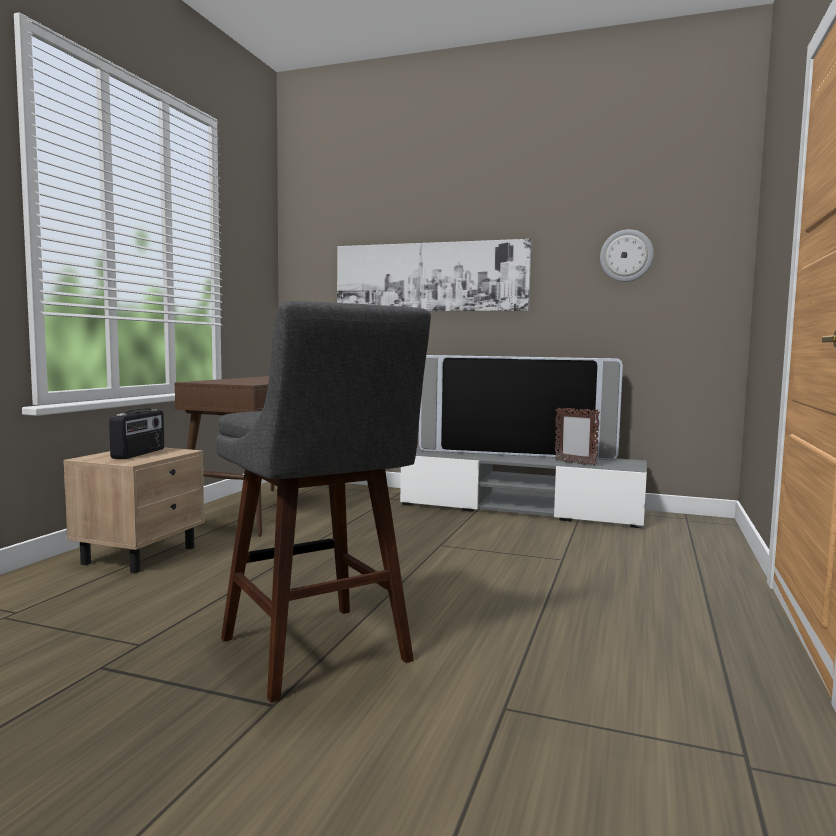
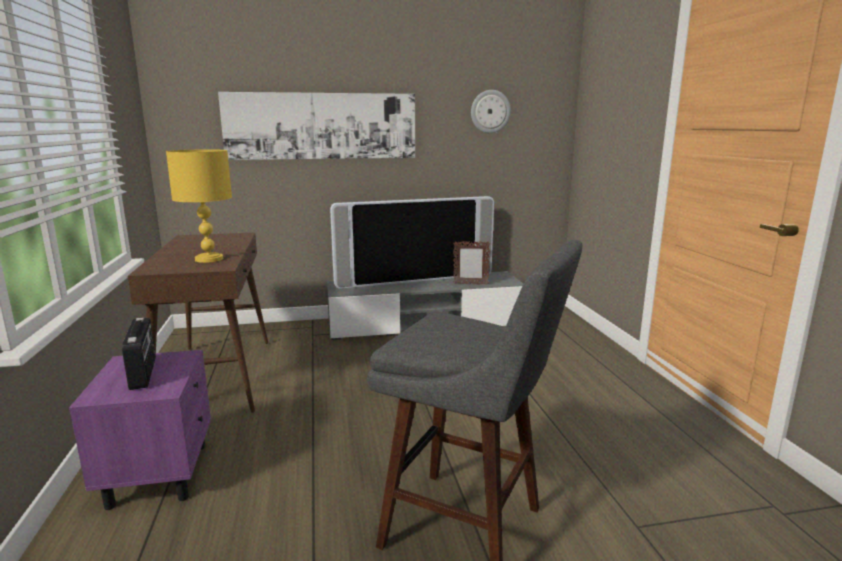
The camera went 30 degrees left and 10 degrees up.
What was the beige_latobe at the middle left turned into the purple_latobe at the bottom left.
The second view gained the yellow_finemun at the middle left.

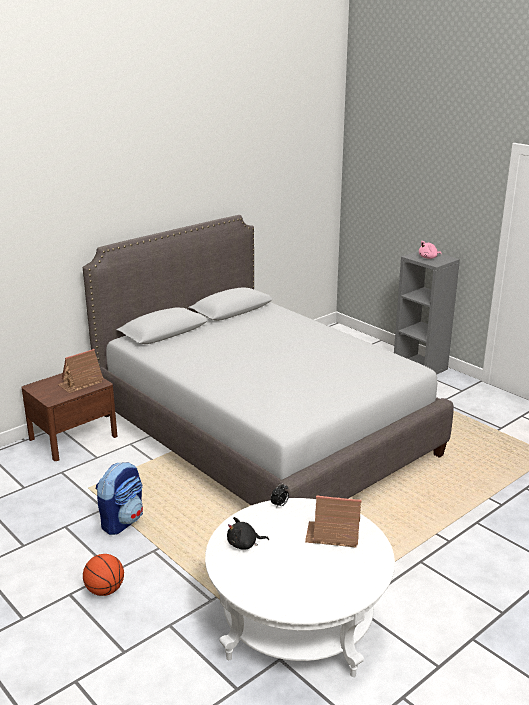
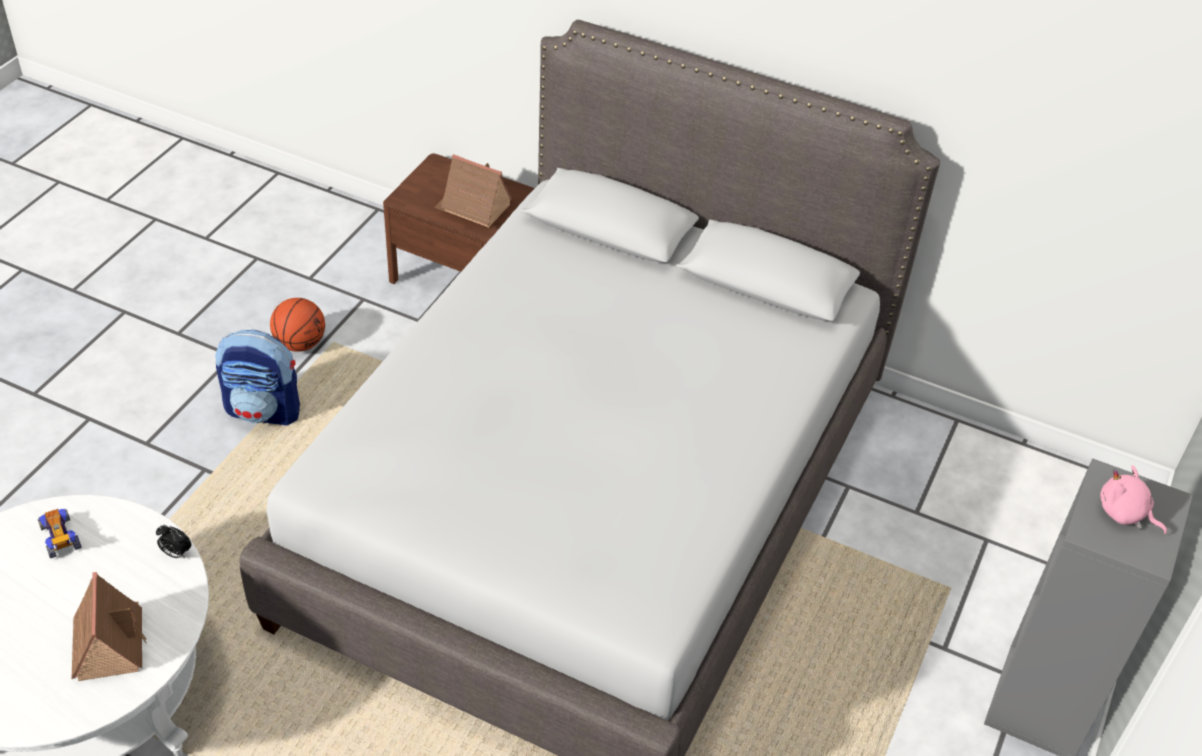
The camera went 65 degrees right and 20 degrees up.
Where the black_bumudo stood at the bottom centre, the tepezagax came to stand at the bottom left.
The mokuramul ended up elsewhere, having gone from the bottom left to the middle left.

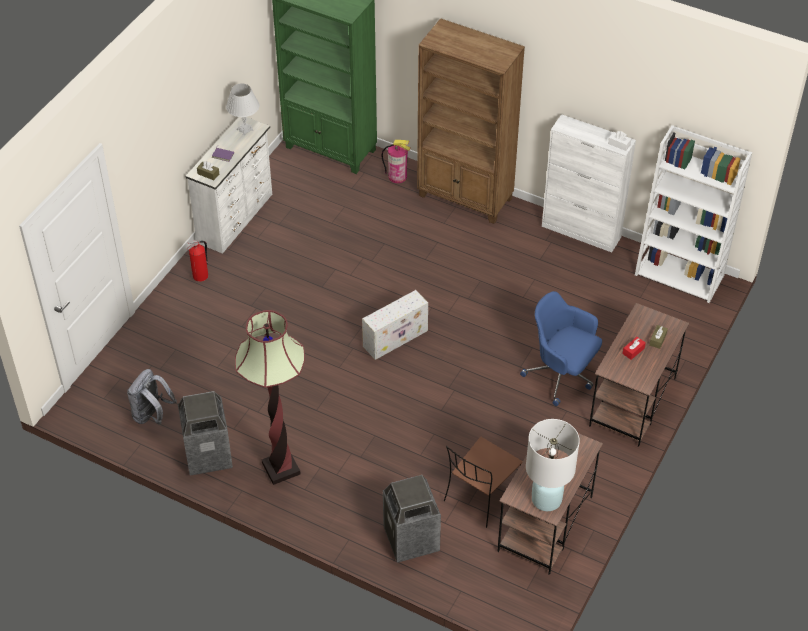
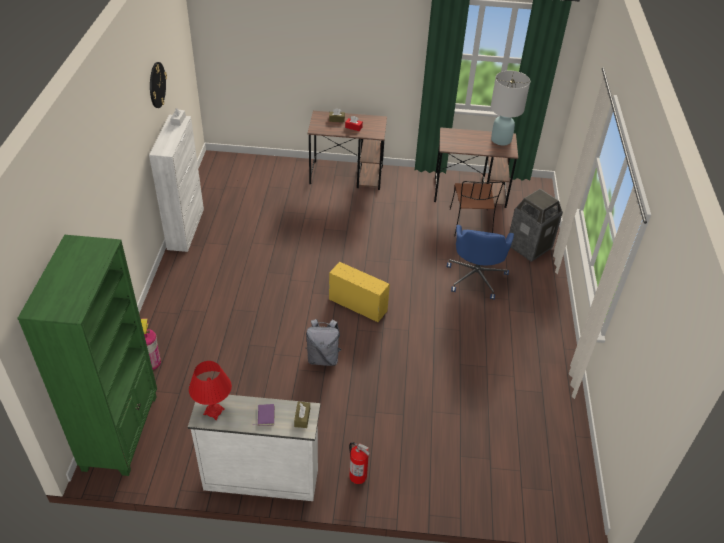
The camera went 115 degrees left and 5 degrees down.
The second view lost the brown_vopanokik at the top centre.
What was the white_finemun (1st from left) at the top left turned into the red_finemun at the bottom left.
The second view lost the white_vopanokik at the middle right.
What was the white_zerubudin at the centre turned into the yellow_zerubudin at the centre.
The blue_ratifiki ended up elsewhere, having gone from the middle right to the centre.
The second view lost the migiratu at the centre.
The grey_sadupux ended up elsewhere, having gone from the middle left to the centre.
The second view lost the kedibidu (1st from left) at the bottom left.
The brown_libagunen at the bottom centre ended up facing another way, 75 degrees clockwise from before.
The second view gained the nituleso at the top left.

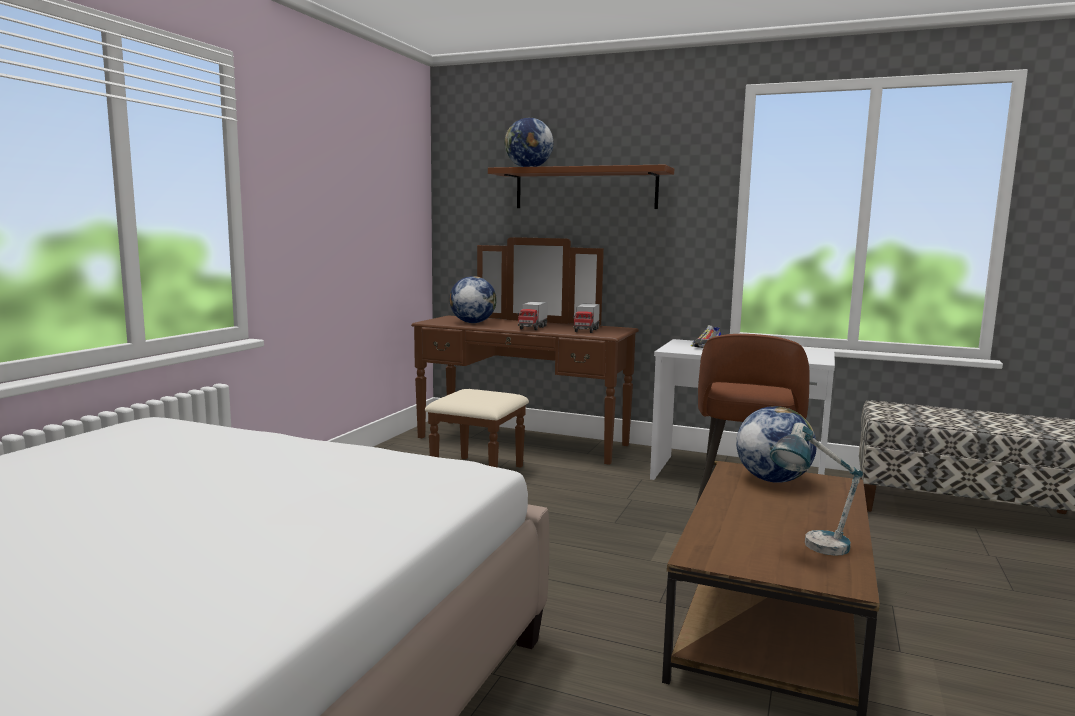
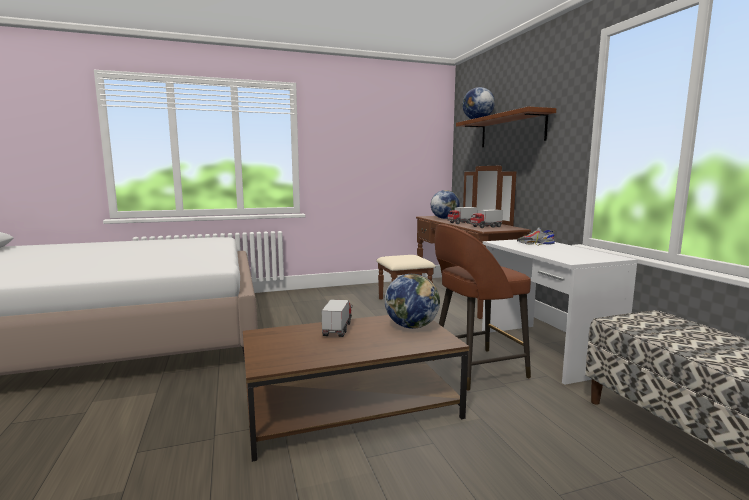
The camera went 50 degrees right and 0 degrees up.
The second view lost the finemun at the bottom right.
The second view gained the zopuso (1st from left) at the centre.

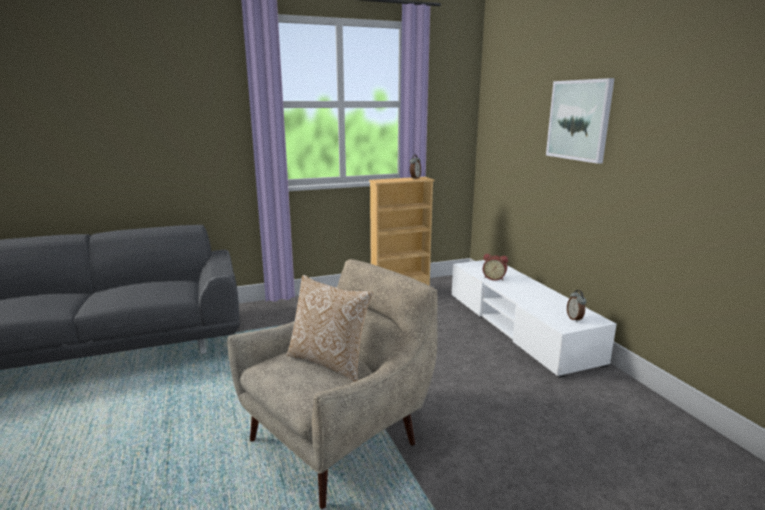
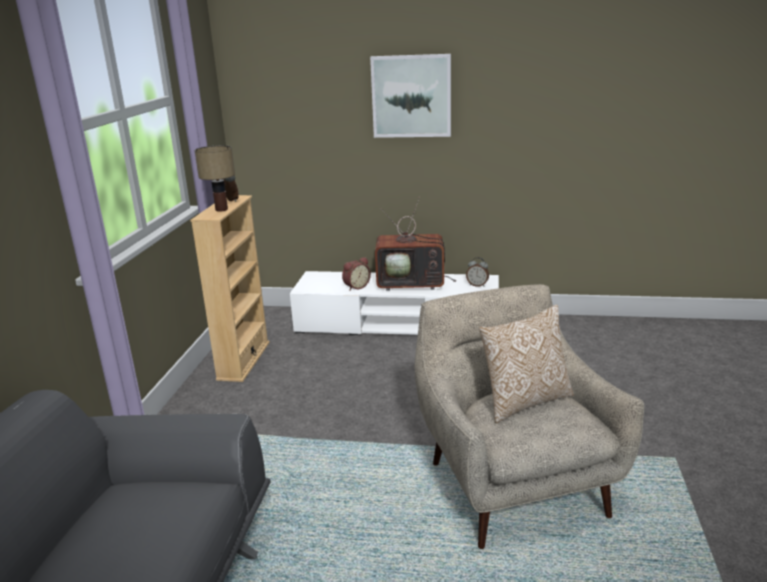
The camera went 60 degrees left and 5 degrees up.
The second view gained the finemun at the top left.
The second view gained the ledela at the centre.

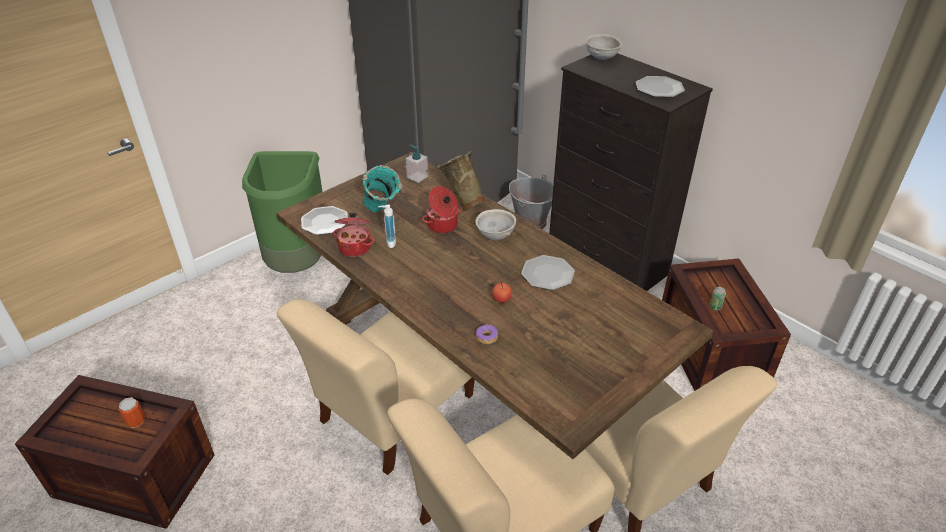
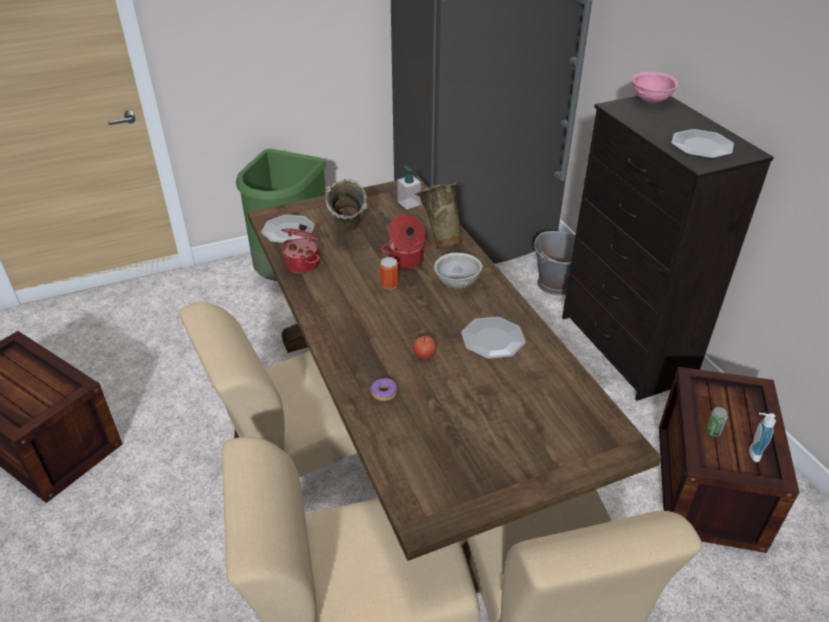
The camera went 20 degrees right and 0 degrees up.
What was the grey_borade (2nd from left) at the top centre turned into the pink_borade at the top right.
What was the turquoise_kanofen at the centre turned into the beige_kanofen (1st from left) at the top centre.
The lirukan (1st from left in the first image) ended up elsewhere, having gone from the centre to the bottom right.
The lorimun (1st from left) ended up elsewhere, having gone from the bottom left to the centre.

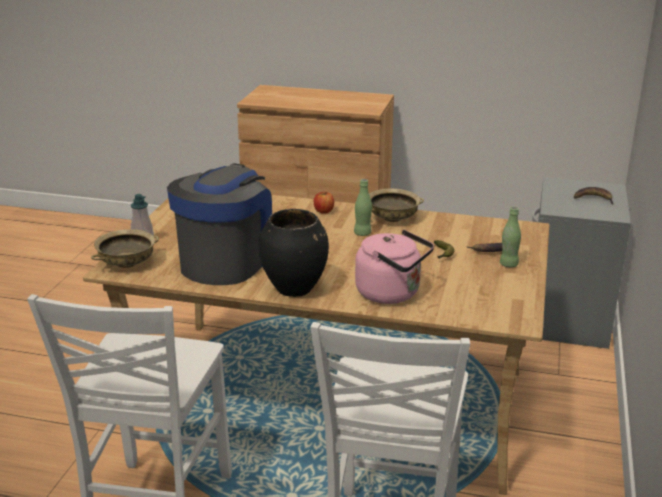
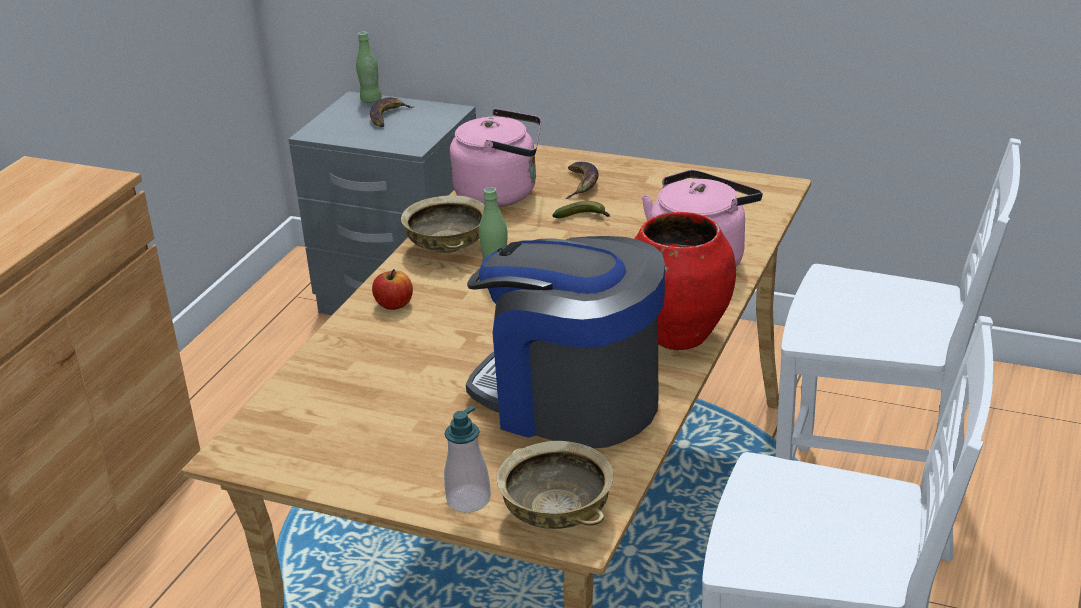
The camera went 80 degrees left and 5 degrees up.
The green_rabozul (2nd from left in the first image) ended up elsewhere, having gone from the middle right to the top centre.
What was the black_kanofen at the centre turned into the red_kanofen at the centre.
The second view gained the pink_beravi (1st from left) at the top centre.

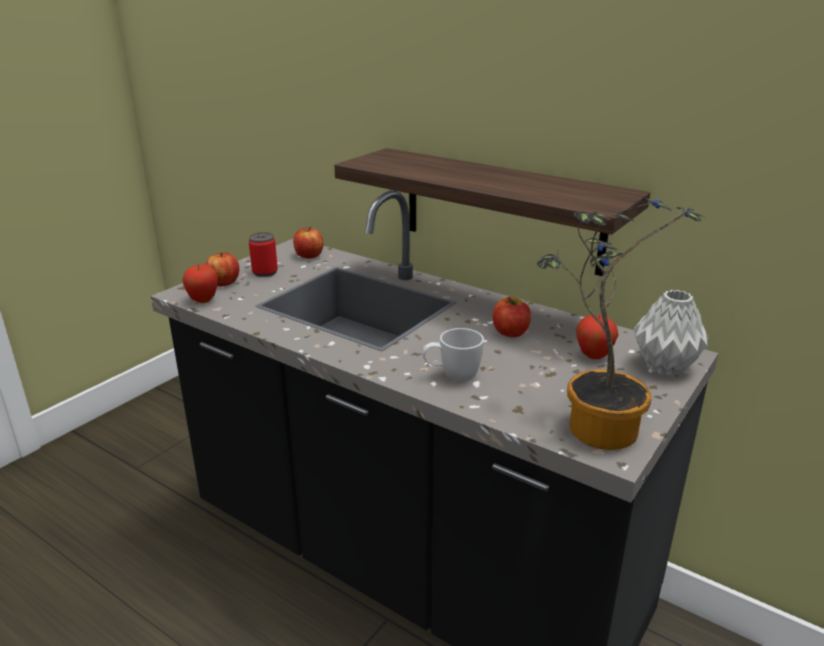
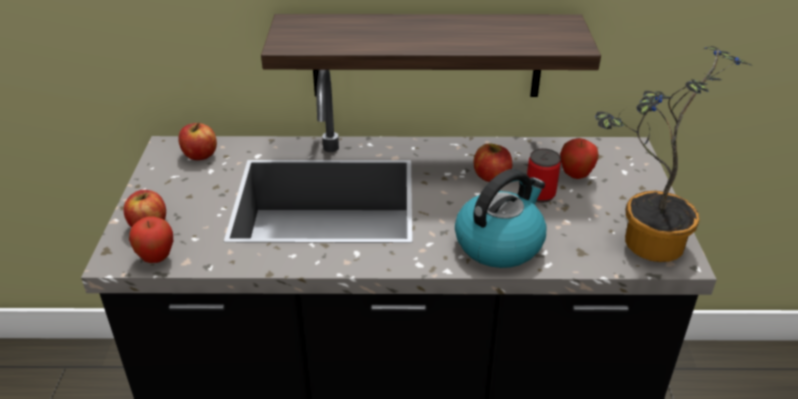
The camera went 35 degrees left and 10 degrees up.
The lorimun ended up elsewhere, having gone from the middle left to the middle right.
The second view lost the grey_kanofen at the middle right.
Where the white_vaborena stood at the centre, the beravi came to stand at the centre.

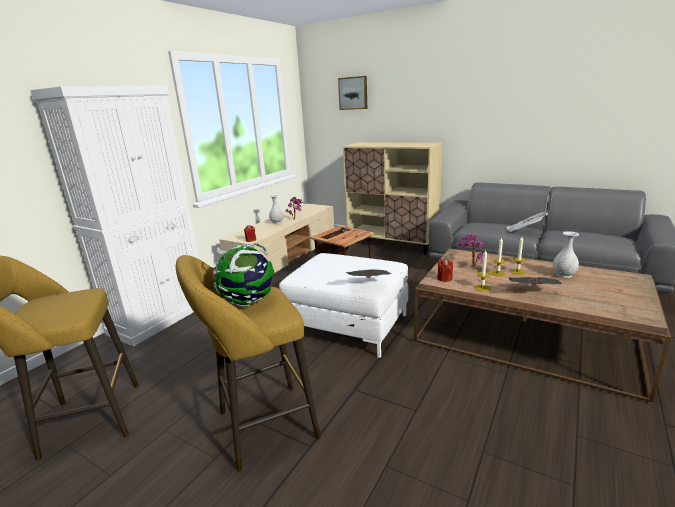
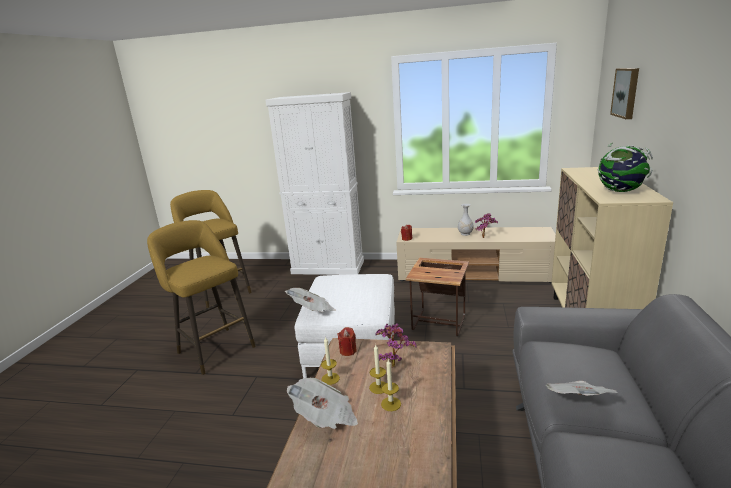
The camera went 70 degrees right and 0 degrees up.
The second view lost the white_kanofen (2nd from left) at the middle right.
The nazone ended up elsewhere, having gone from the centre to the middle right.

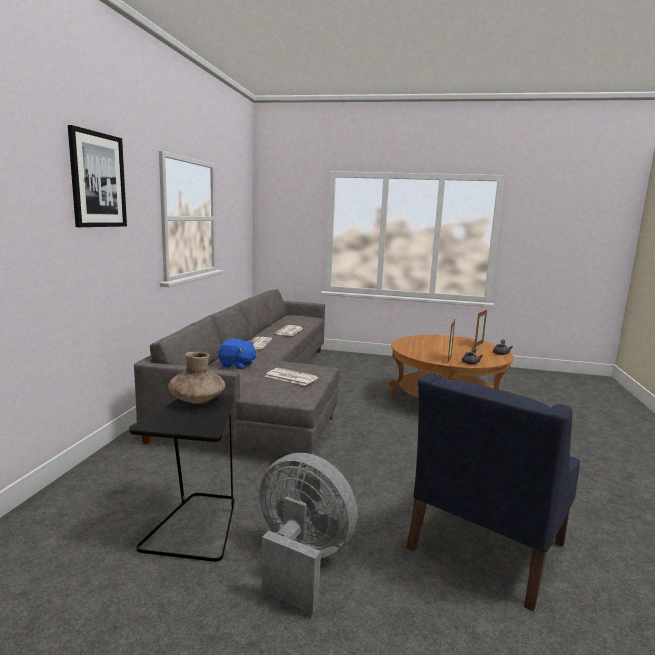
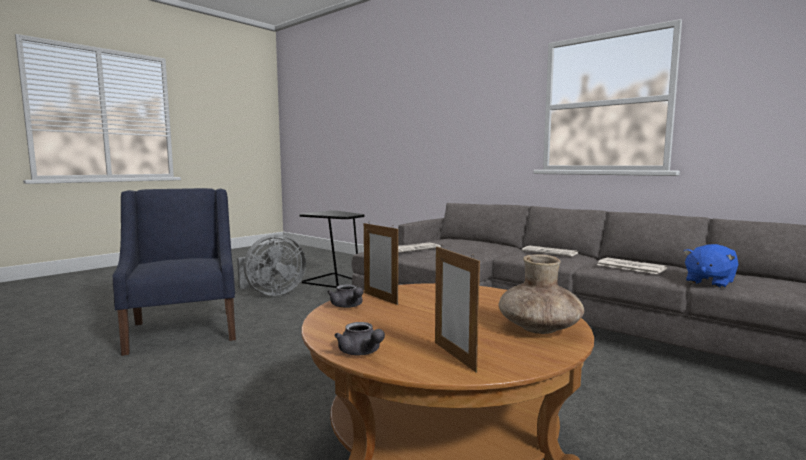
The camera went 120 degrees right and 5 degrees down.
The second view lost the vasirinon at the top left.
The blue_bumudo ended up elsewhere, having gone from the centre to the middle right.
The brown_kanofen ended up elsewhere, having gone from the middle left to the middle right.

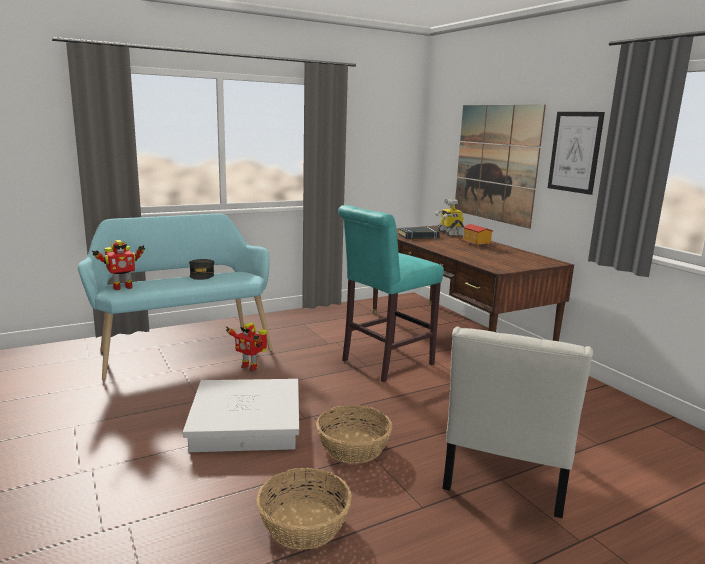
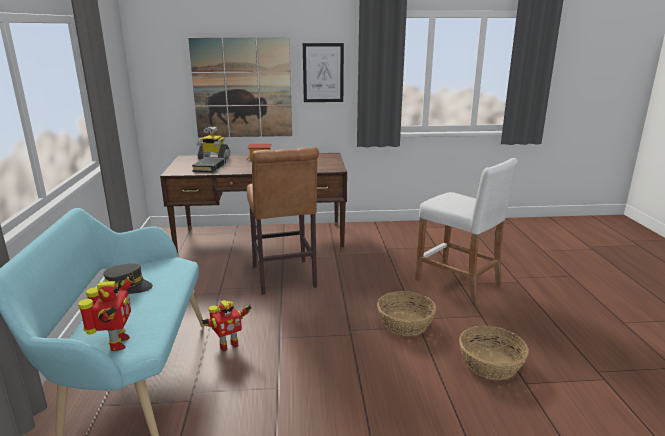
The camera went 65 degrees left and 5 degrees up.
What was the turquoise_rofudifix at the centre turned into the brown_rofudifix at the centre.
Where the white_libagunen stood at the bottom right, the white_rofudifix came to stand at the middle right.
The second view lost the white_zerubudin at the bottom centre.

